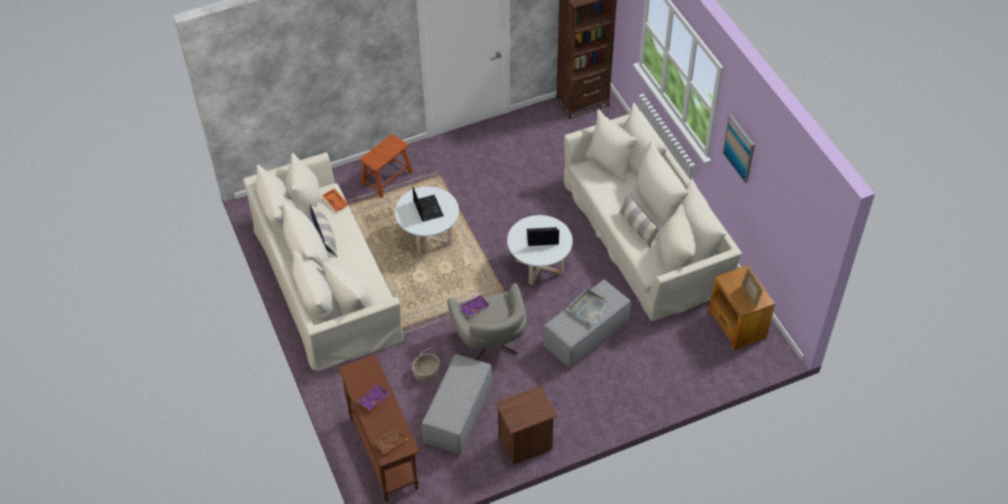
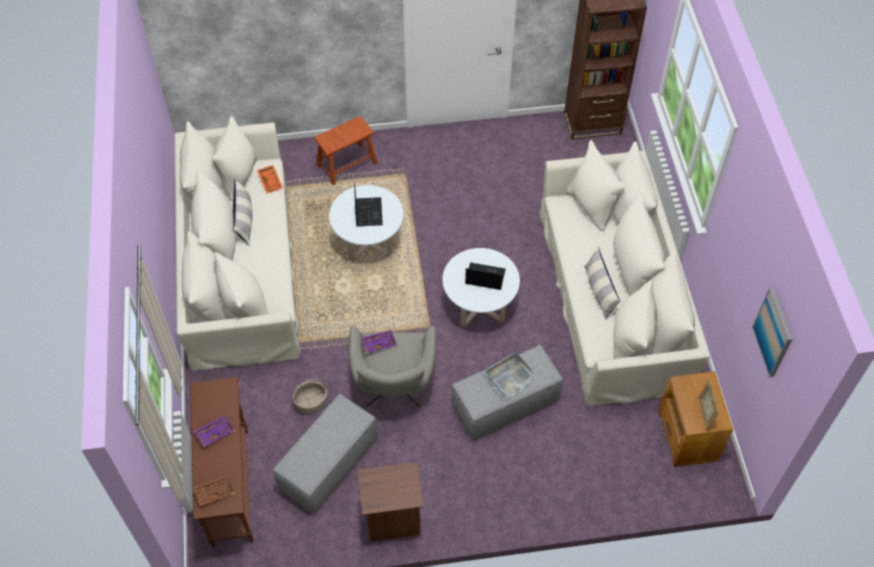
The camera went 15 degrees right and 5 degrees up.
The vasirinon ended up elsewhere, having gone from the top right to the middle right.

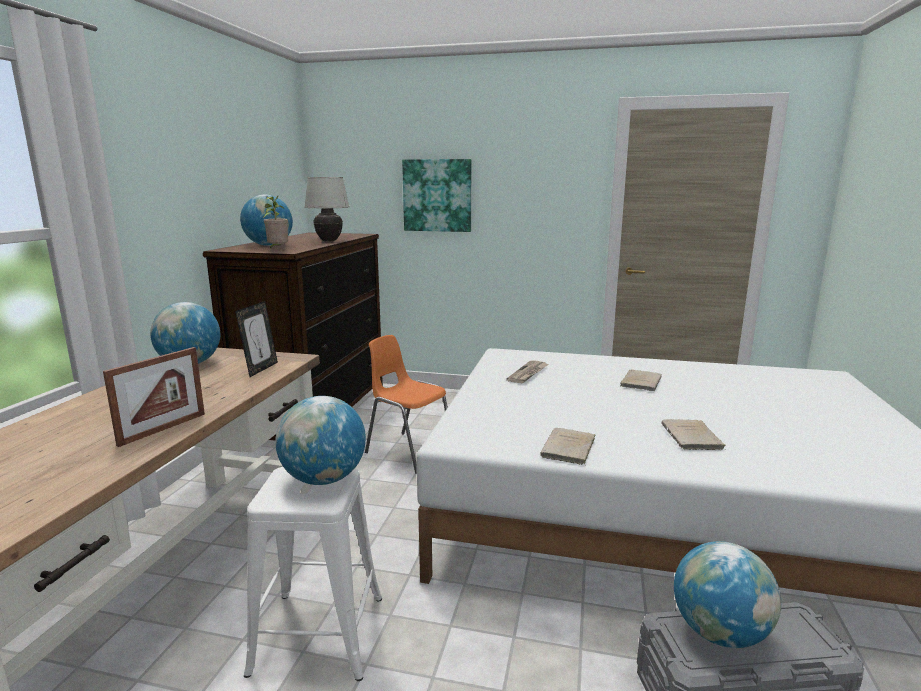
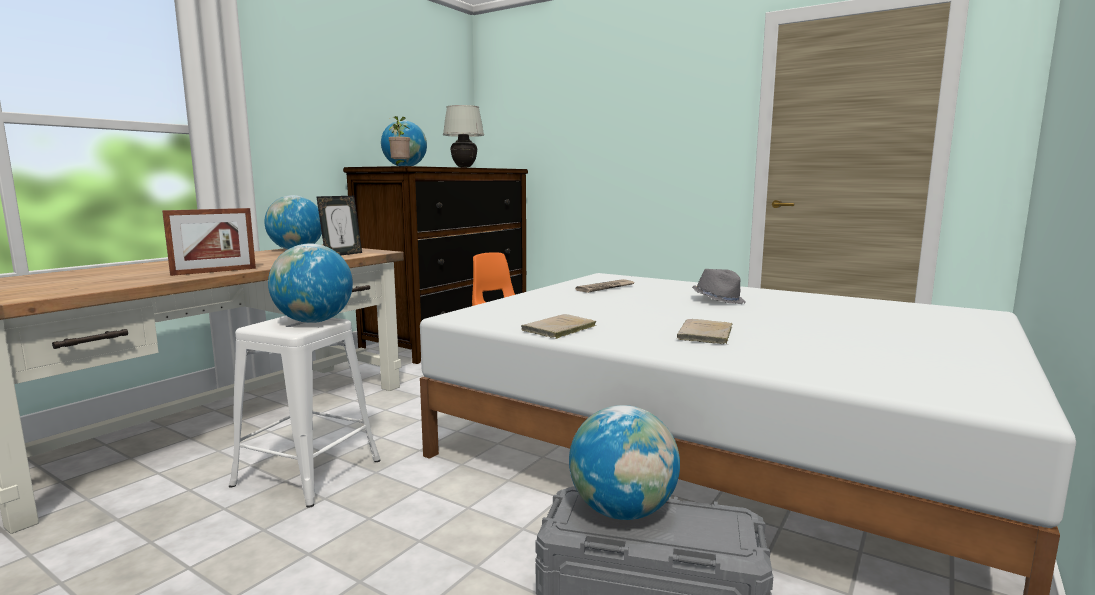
The camera went 20 degrees right and 5 degrees down.
The second view lost the vasirinon at the top centre.
Where the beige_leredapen (2nd from left) stood at the middle right, the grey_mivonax came to stand at the centre.

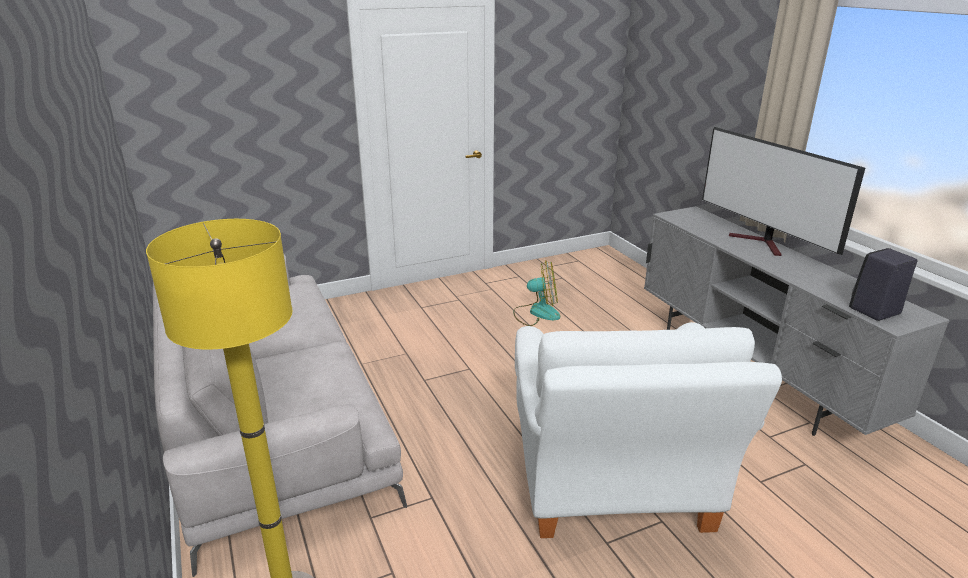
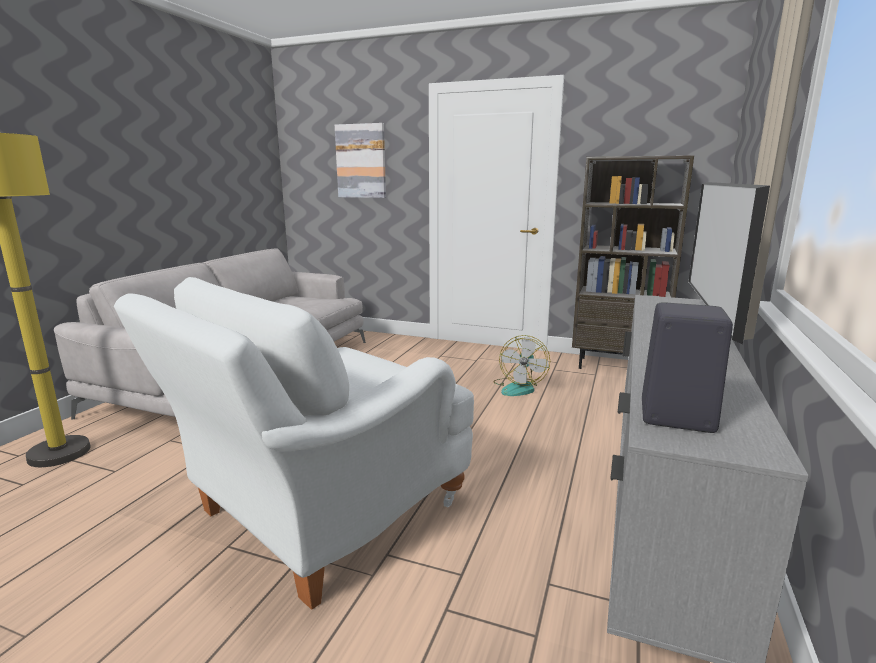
The camera went 45 degrees right and 10 degrees down.
The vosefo at the centre ended up facing another way, 60 degrees clockwise from before.
The second view gained the vasirinon at the top centre.
The second view gained the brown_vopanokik at the middle right.

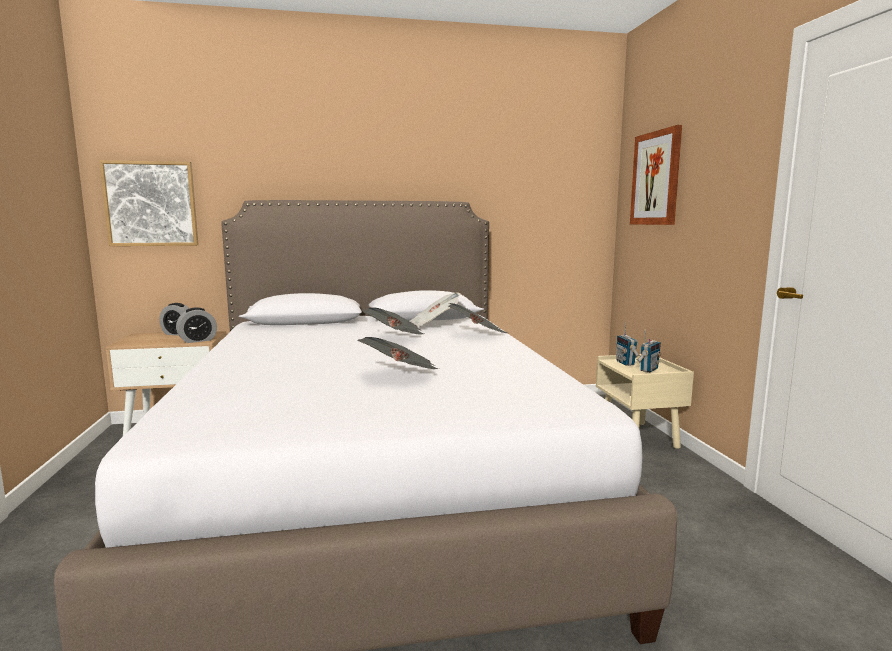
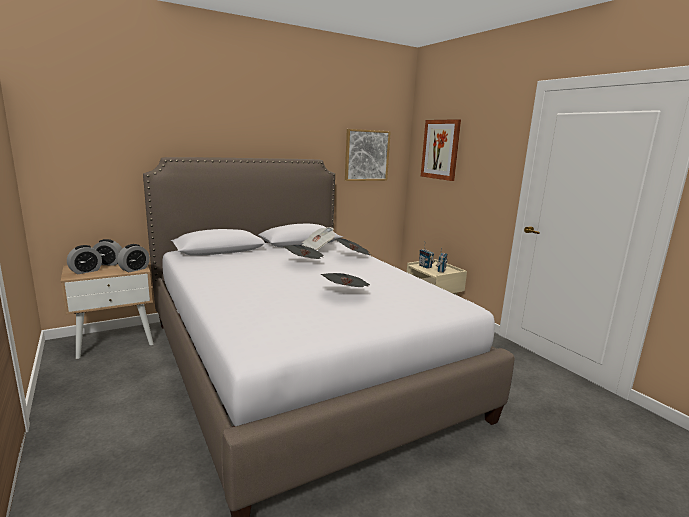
The camera went 20 degrees left and 5 degrees up.
The vasirinon (1st from left) ended up elsewhere, having gone from the top left to the top centre.
The second view gained the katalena (1st from left) at the middle left.

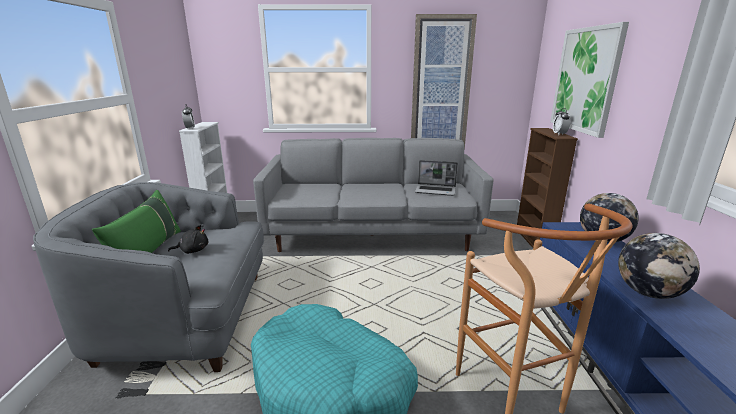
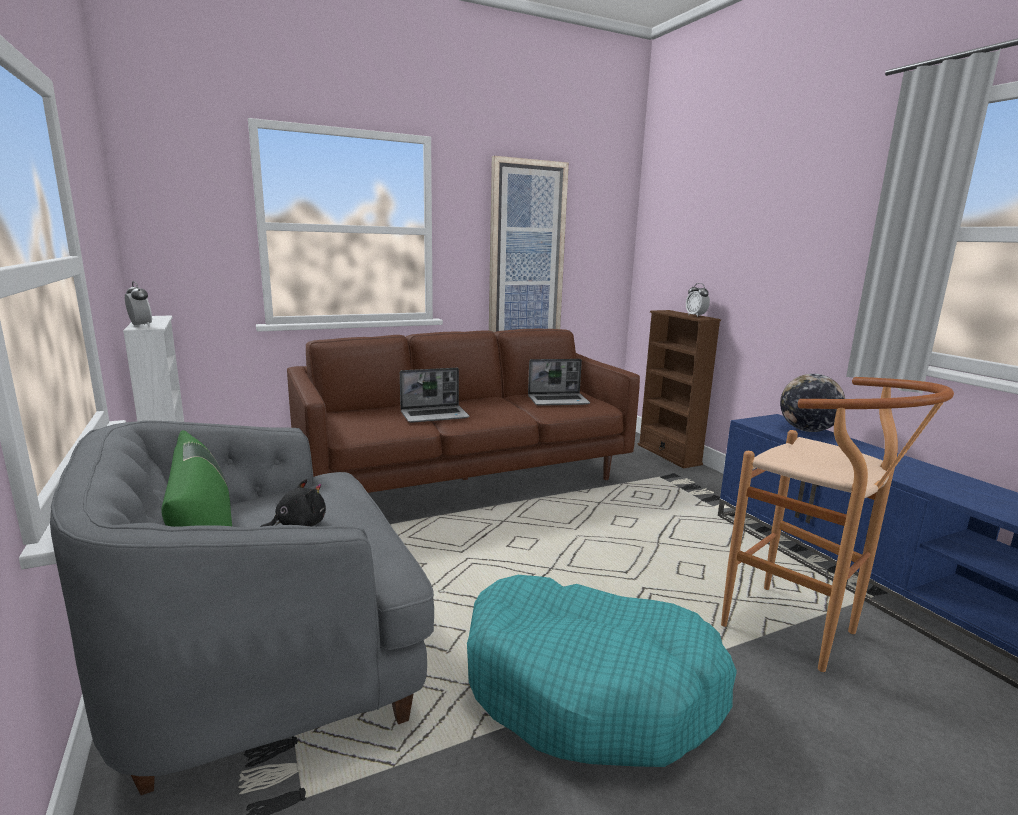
The camera went 25 degrees left and 5 degrees down.
The second view lost the vasirinon (2nd from left) at the top right.
What was the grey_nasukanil at the centre turned into the brown_nasukanil at the centre.
The second view lost the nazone (2nd from left) at the middle right.
The second view gained the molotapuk (1st from left) at the centre.

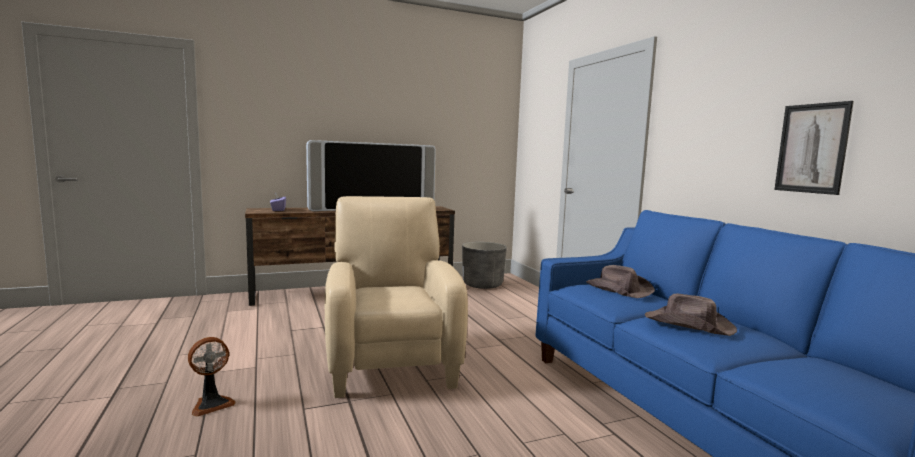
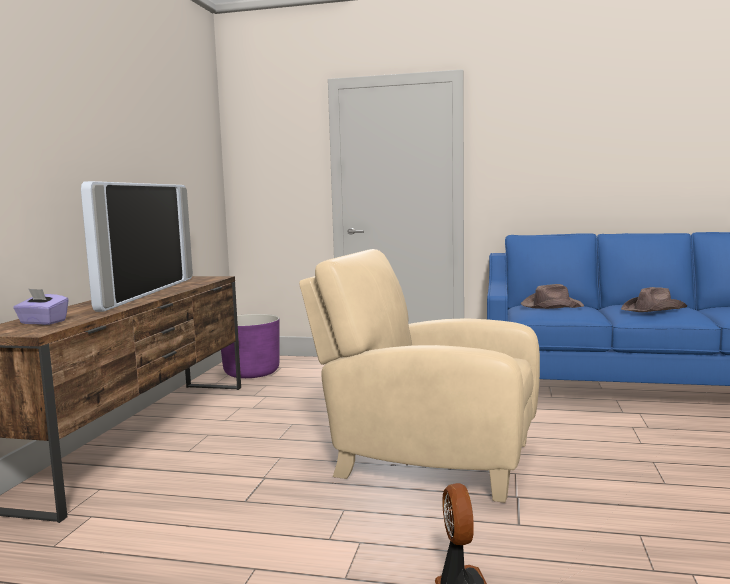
The camera went 55 degrees left and 0 degrees up.
The second view lost the vasirinon at the top right.
What was the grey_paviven at the centre turned into the purple_paviven at the centre.

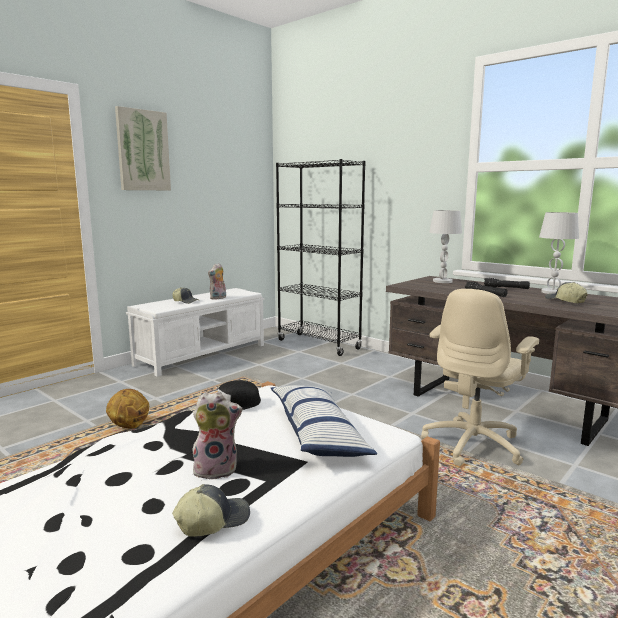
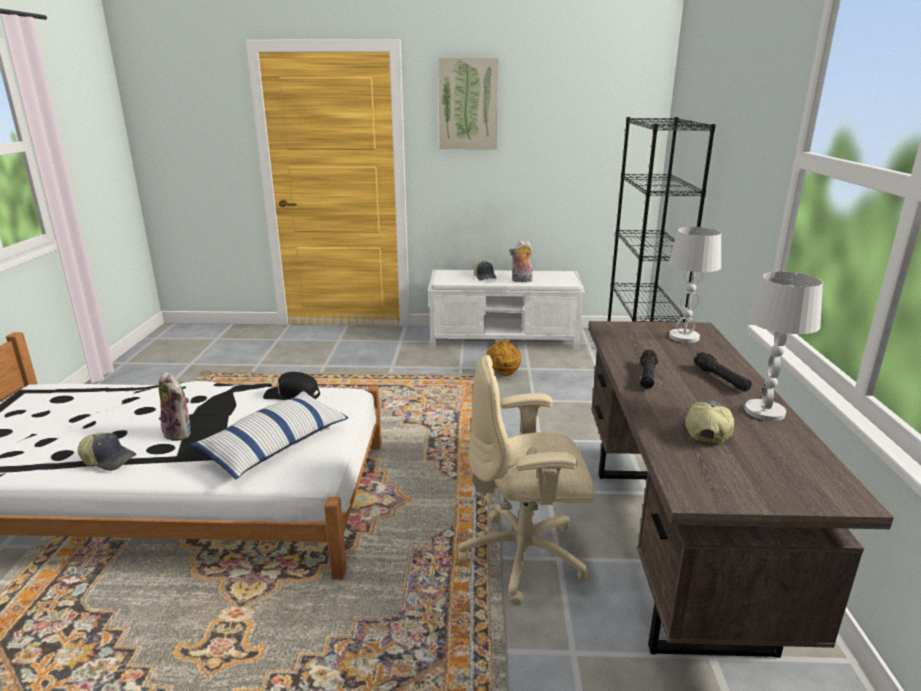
The camera went 50 degrees right and 10 degrees up.
The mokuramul ended up elsewhere, having gone from the middle left to the centre.

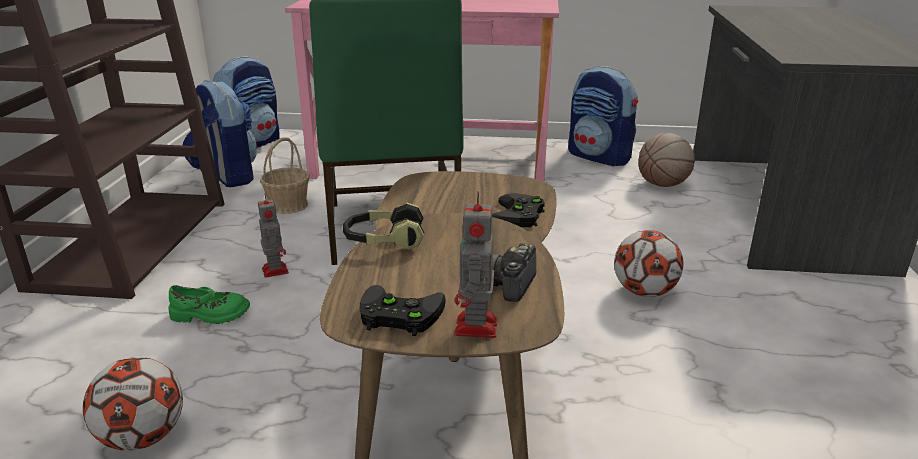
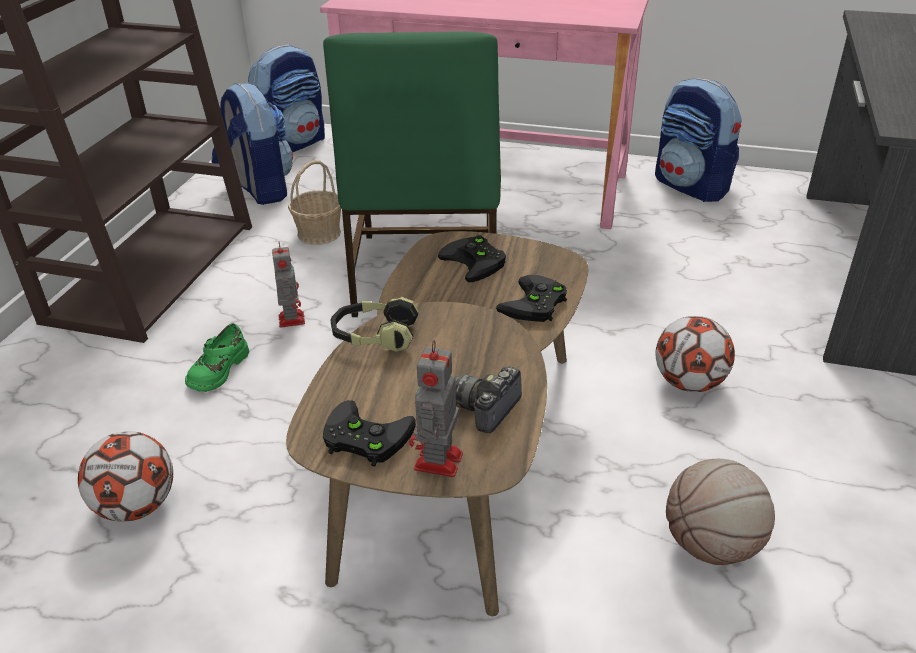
The camera went 10 degrees right and 10 degrees up.
The mokuramul ended up elsewhere, having gone from the middle right to the bottom right.
The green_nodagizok at the middle left ended up facing another way, 105 degrees clockwise from before.
The second view gained the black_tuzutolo (2nd from left) at the centre.

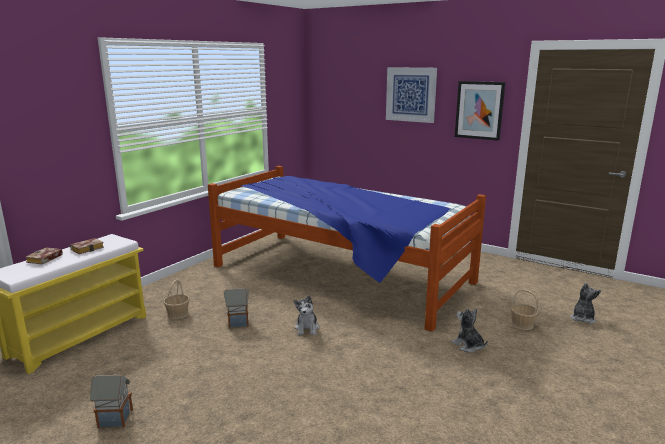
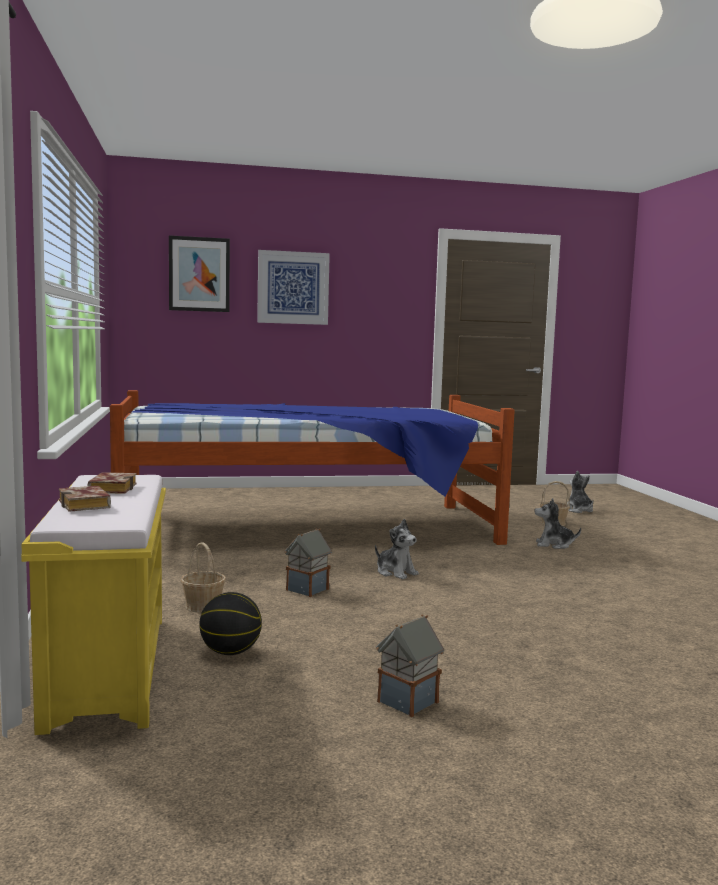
The camera went 45 degrees left and 10 degrees down.
The vasirinon (2nd from left in the first image) ended up elsewhere, having gone from the top right to the top left.
The second view gained the mokuramul at the bottom left.

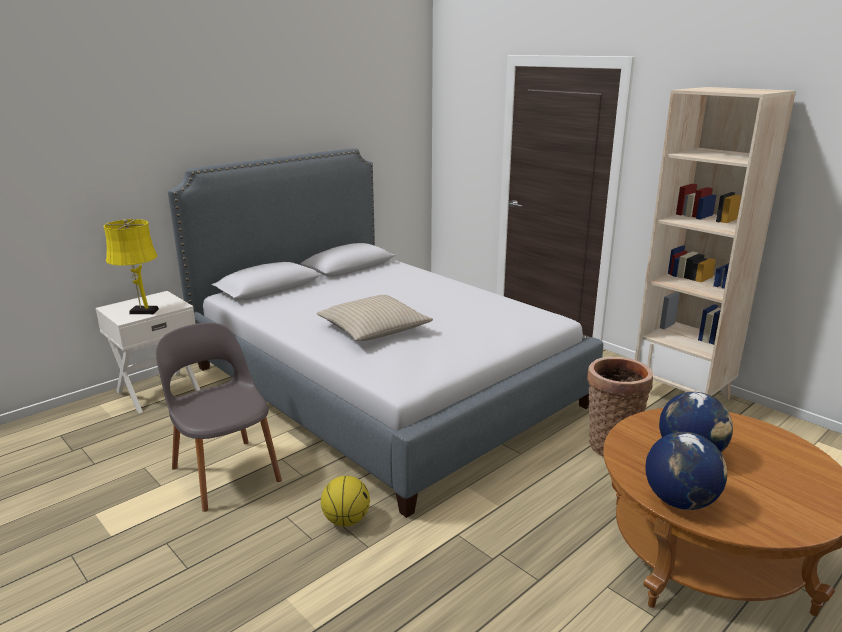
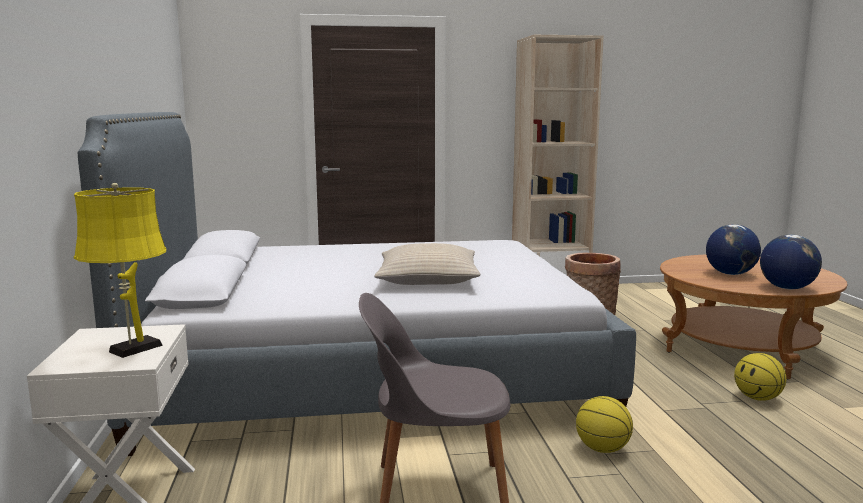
The camera went 55 degrees left and 10 degrees down.
The second view gained the mokuramul (2nd from left) at the bottom right.

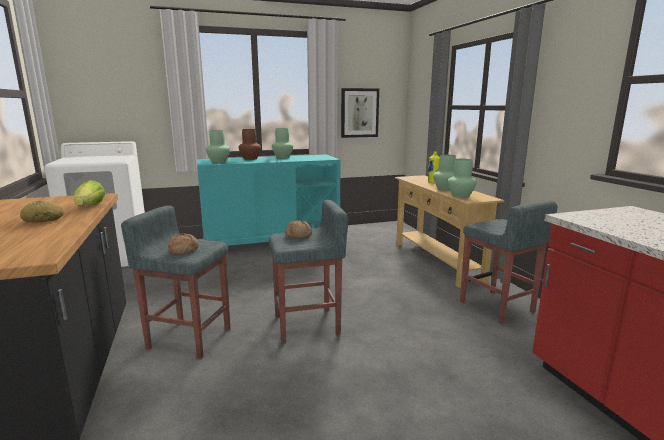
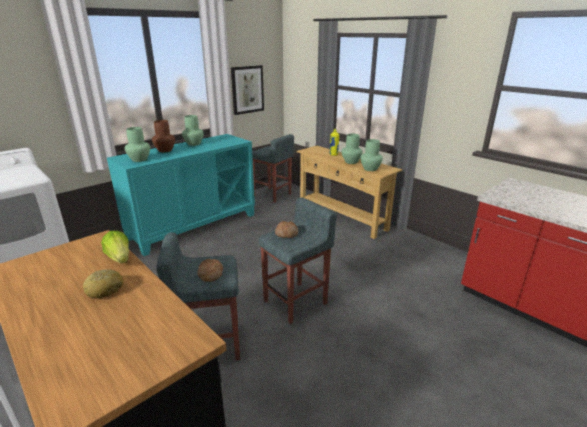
The camera went 25 degrees left and 10 degrees up.
The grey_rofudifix (3rd from left in the first image) ended up elsewhere, having gone from the middle right to the centre.

